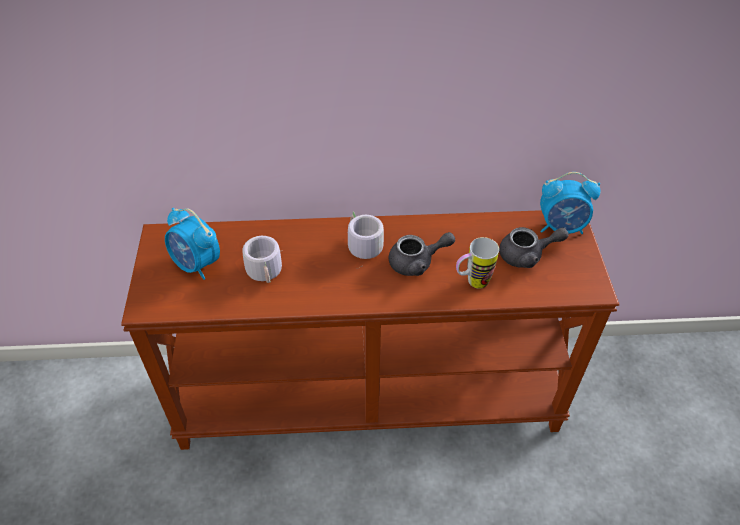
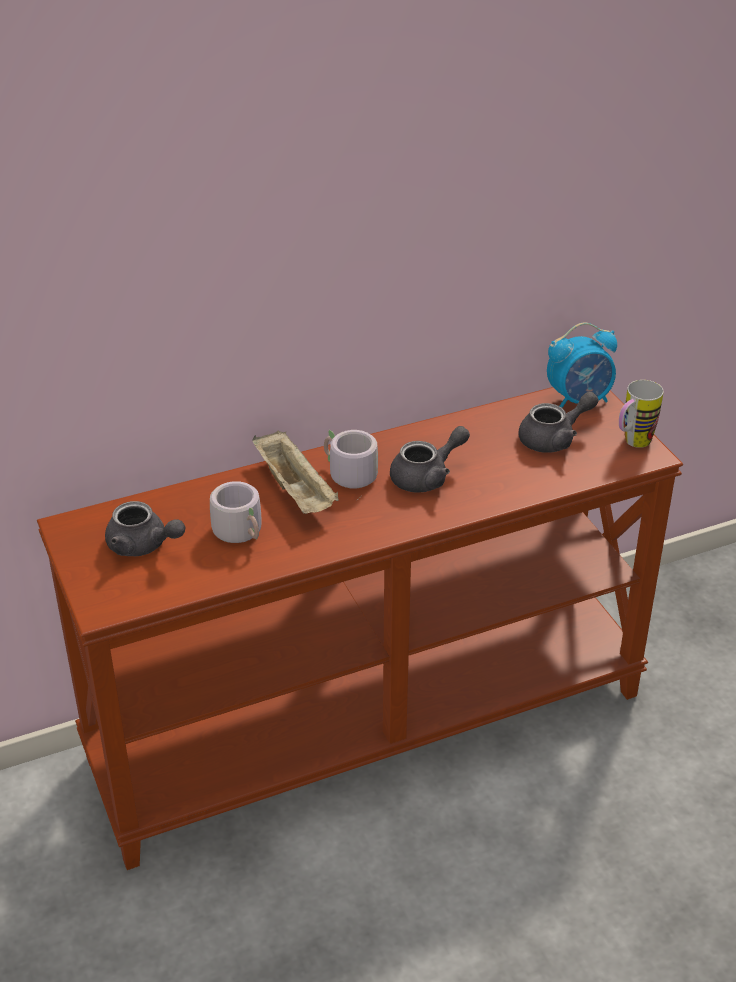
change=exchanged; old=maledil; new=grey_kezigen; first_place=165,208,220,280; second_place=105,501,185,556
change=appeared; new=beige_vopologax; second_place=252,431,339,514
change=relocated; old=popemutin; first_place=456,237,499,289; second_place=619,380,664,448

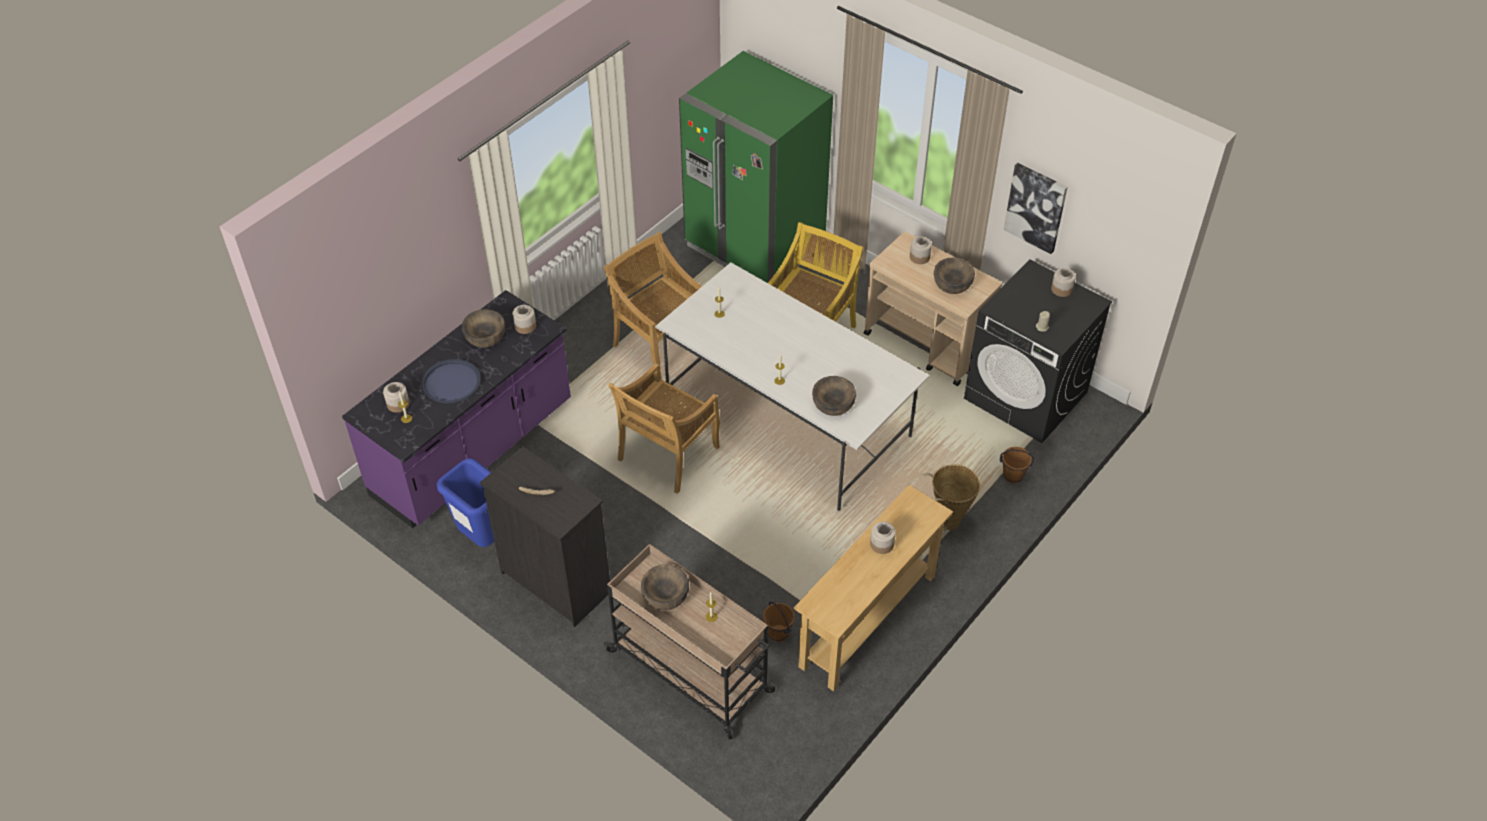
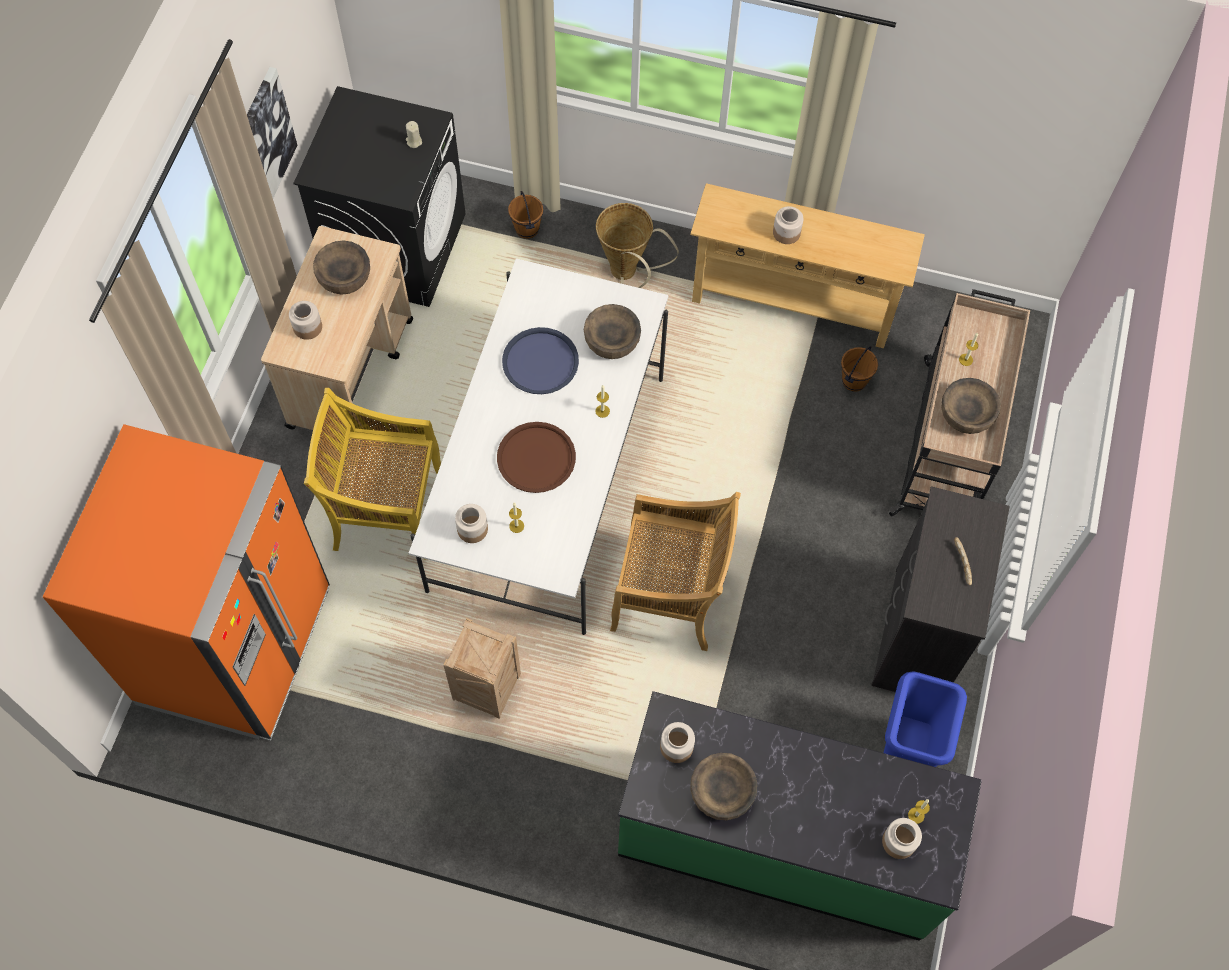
change=colour; old=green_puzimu; new=orange_puzimu; first_place=679,51,833,283; second_place=43,424,330,741
change=exchanged; old=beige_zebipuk; new=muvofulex; first_place=604,232,702,373; second_place=444,618,521,719
change=relocated; old=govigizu; first_place=1051,268,1076,297; second_place=455,504,488,543
change=appeared; new=brown_vopologax; second_place=497,422,576,493
change=relocated; old=blue_vopologax; first_place=422,359,481,404; second_place=502,327,579,394
change=colour; old=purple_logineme; new=green_logineme; first_place=342,290,571,528; second_place=618,691,982,941

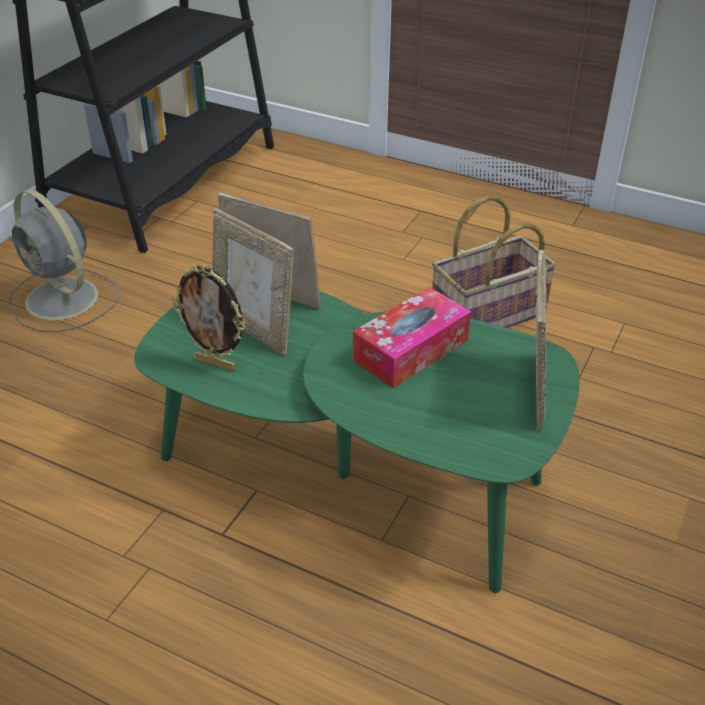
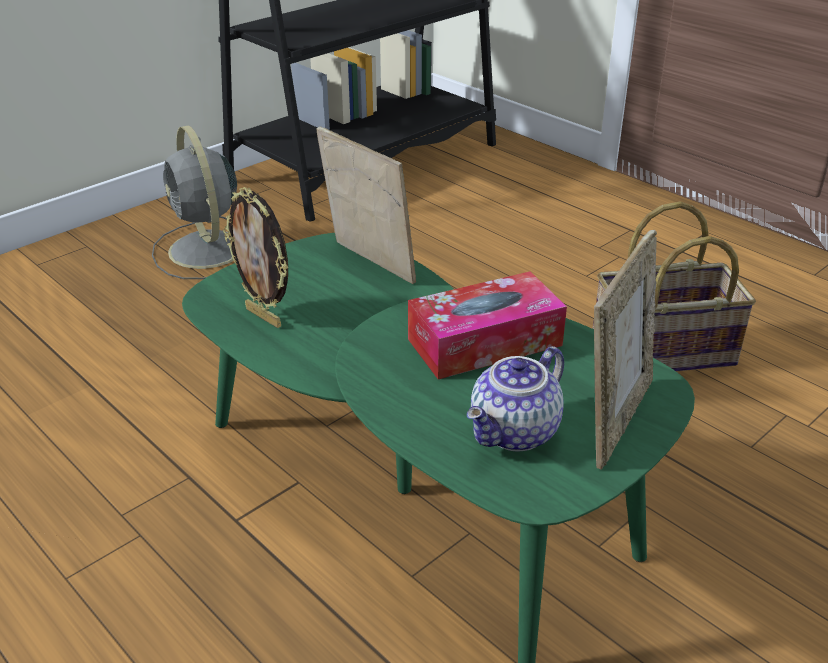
change=appeared; new=kezigen; second_place=467,346,564,452
change=missing; old=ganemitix; first_place=212,208,294,355

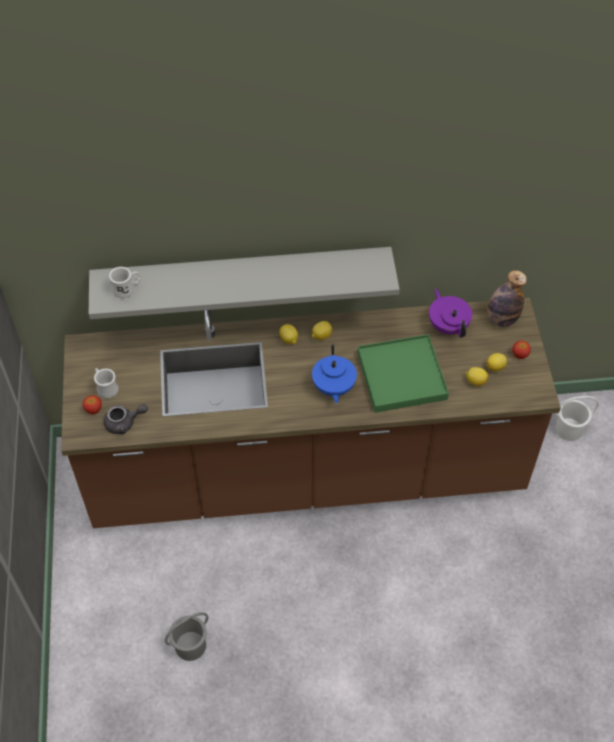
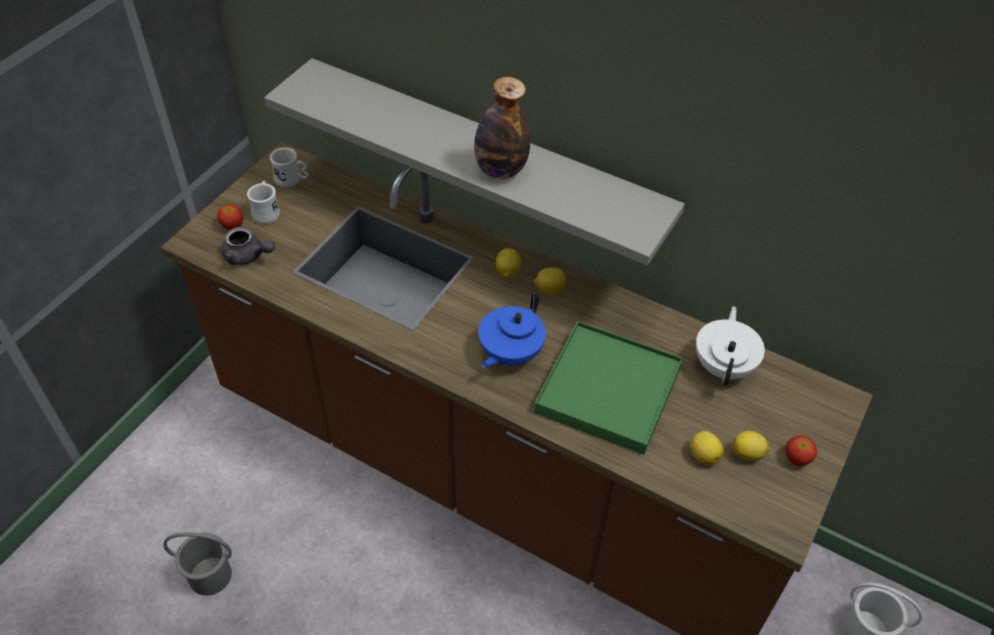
change=relocated; old=white_popemutin; first_place=109,267,141,298; second_place=270,147,309,187
change=relocated; old=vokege; first_place=487,270,527,327; second_place=474,77,530,179
change=colour; old=purple_kezigen; new=white_kezigen; first_place=429,289,472,338; second_place=696,306,765,386

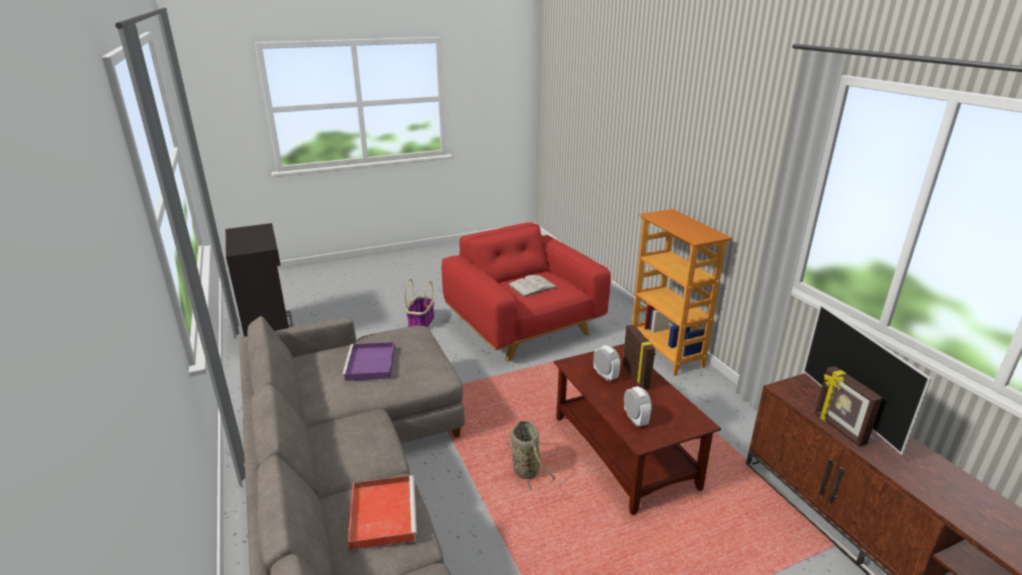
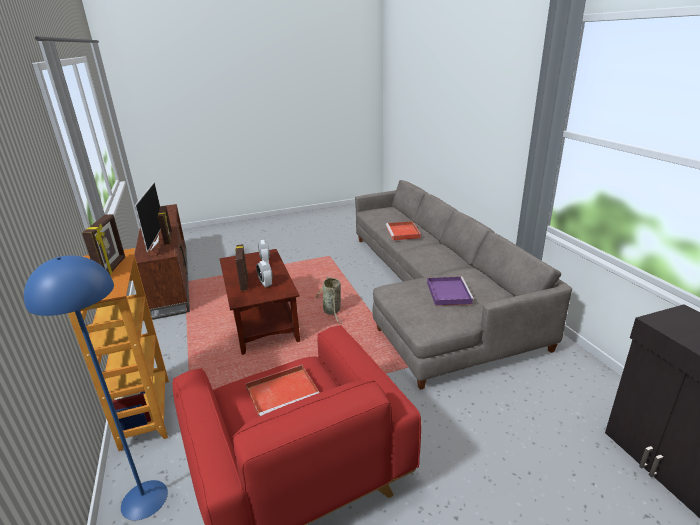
change=appeared; new=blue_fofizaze; second_place=24,255,168,521
change=appeared; new=ganemitix; second_place=82,214,125,275
change=exchanged; old=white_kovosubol; new=red_vopologax; first_place=508,275,558,297; second_place=246,365,320,417
change=missing; old=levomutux; first_place=405,279,434,327

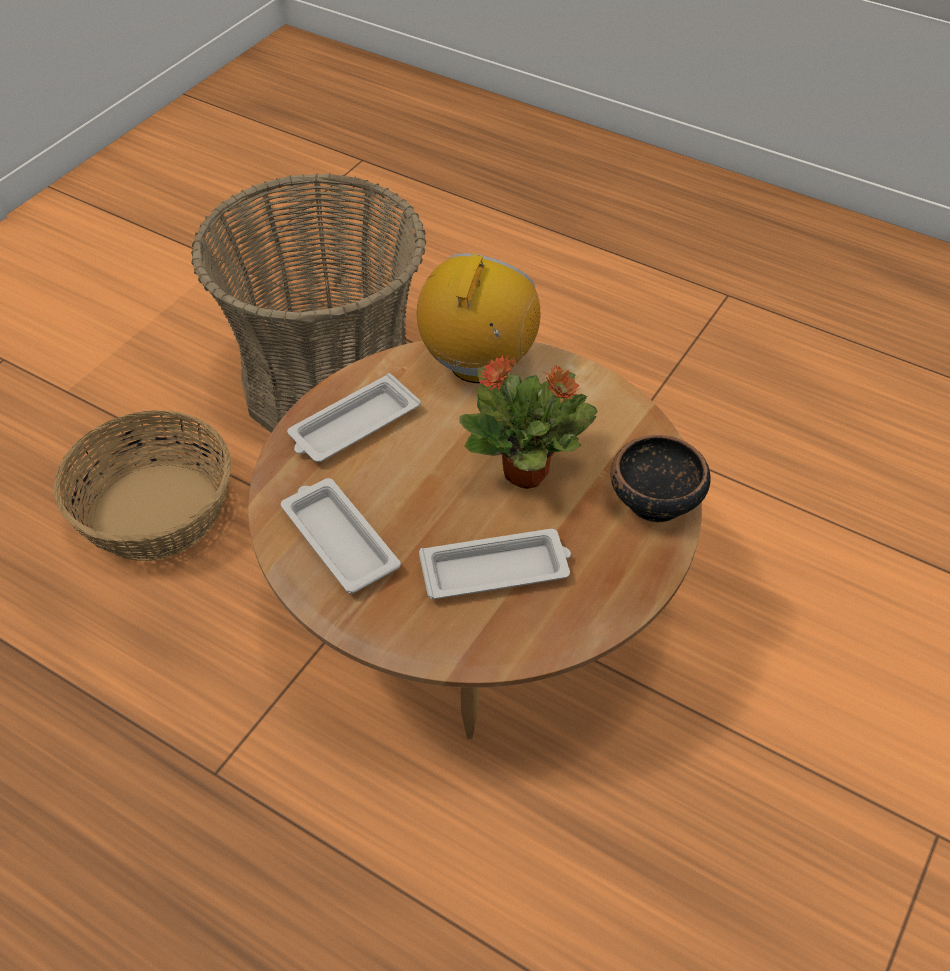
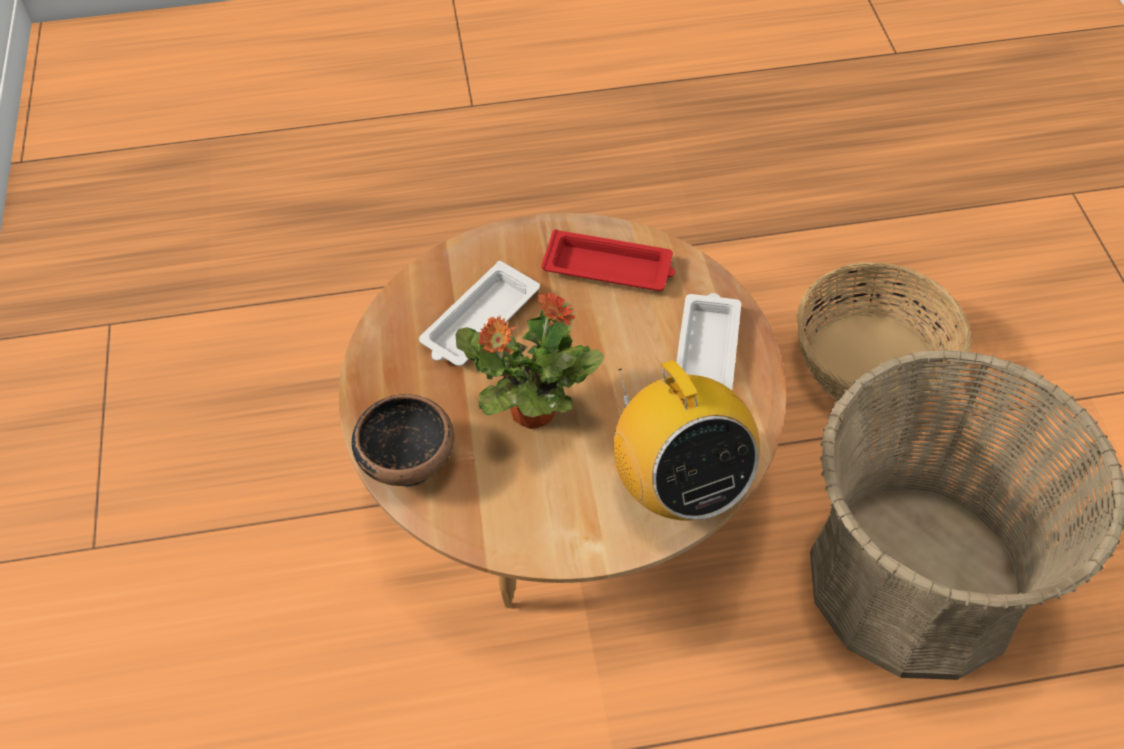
change=colour; old=white_vopologax; new=red_vopologax; first_place=281,478,401,594; second_place=541,229,675,291

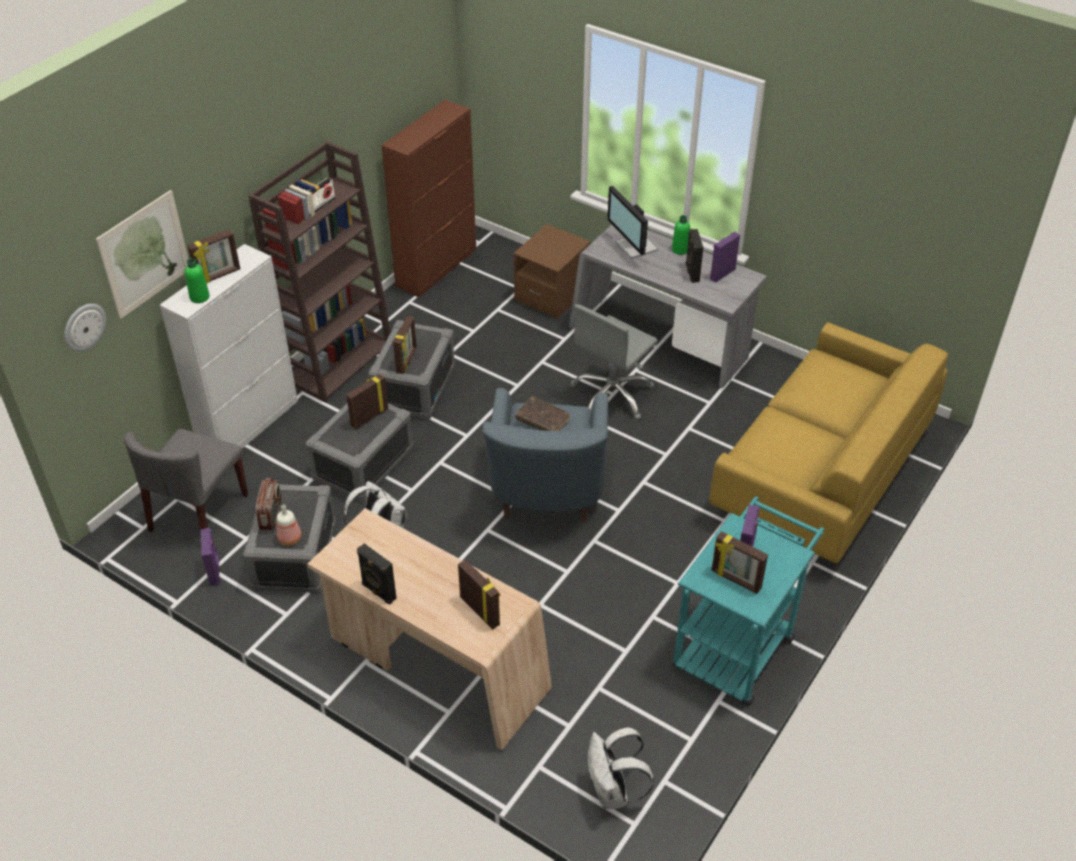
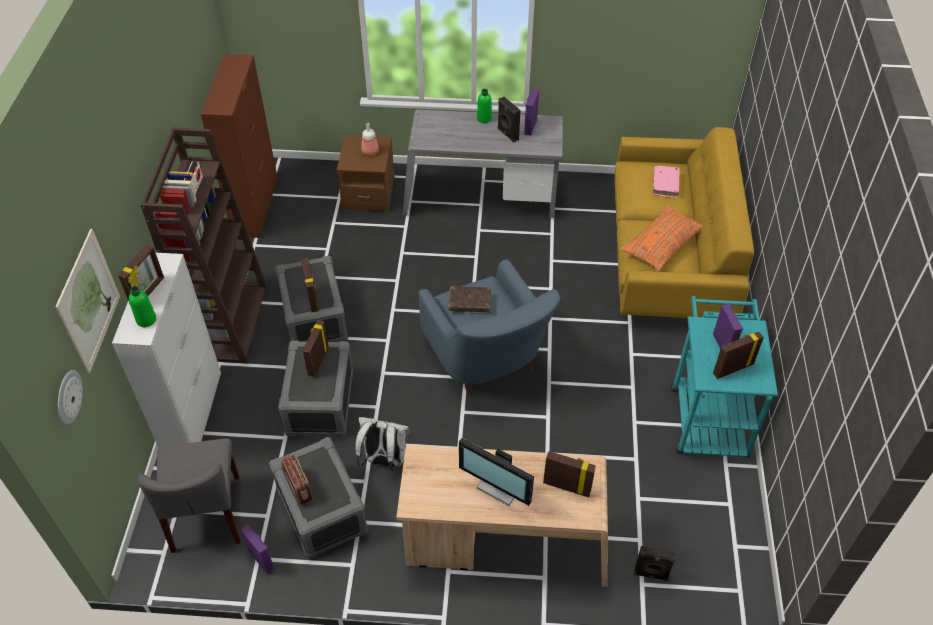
change=relocated; old=vokege; first_place=277,504,301,546; second_place=361,123,379,156
change=relocated; old=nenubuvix; first_place=607,186,658,259; second_place=459,438,534,506
change=appeared; new=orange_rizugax; second_place=620,205,702,271
change=relocated; old=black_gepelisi; first_place=357,543,396,604; second_place=634,546,676,581
change=appeared; new=pink_kovosubol; second_place=653,166,680,198
change=spun; old=ganemitix; first_place=711,531,768,594; second_place=713,332,764,379; degrees=150
change=missing; old=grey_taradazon; first_place=570,304,658,420
change=missing; old=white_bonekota; first_place=588,727,654,809

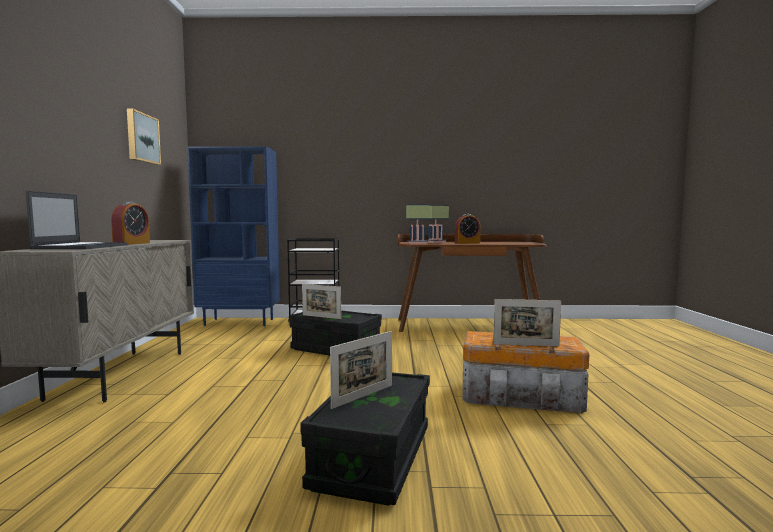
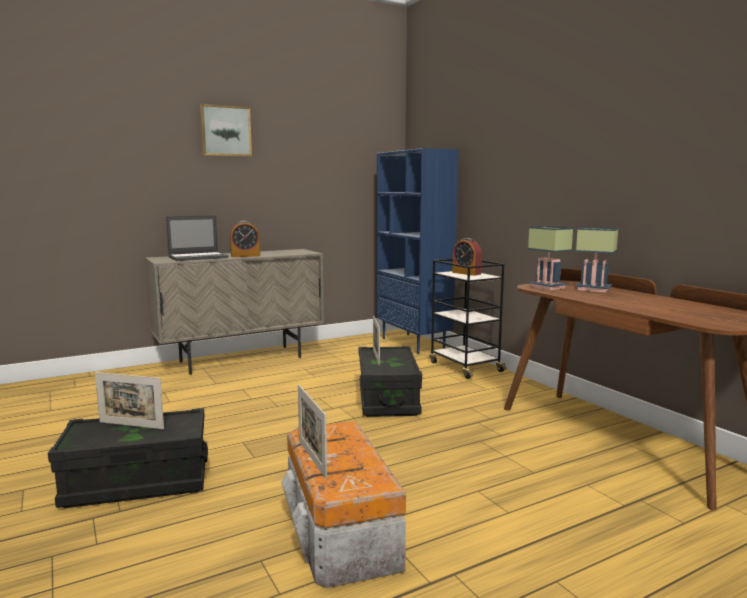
change=relocated; old=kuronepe; first_place=127,108,161,165; second_place=200,104,252,157
change=relocated; old=maledil; first_place=455,214,480,244; second_place=452,238,482,276

